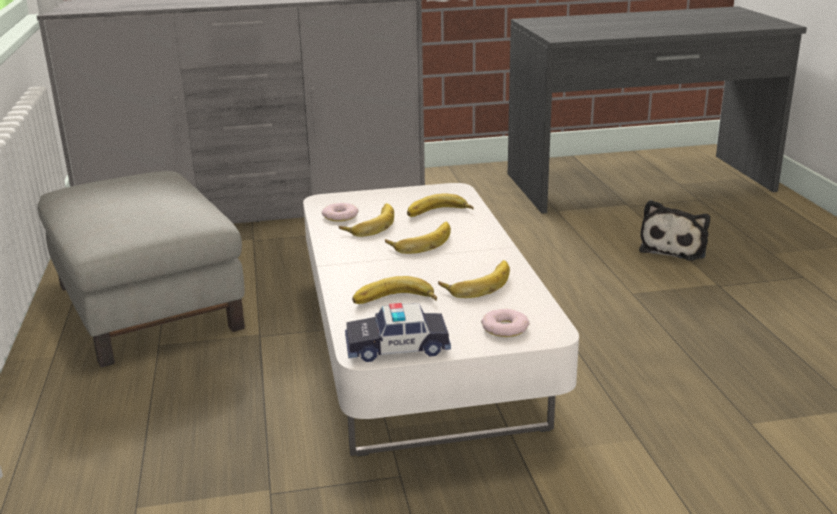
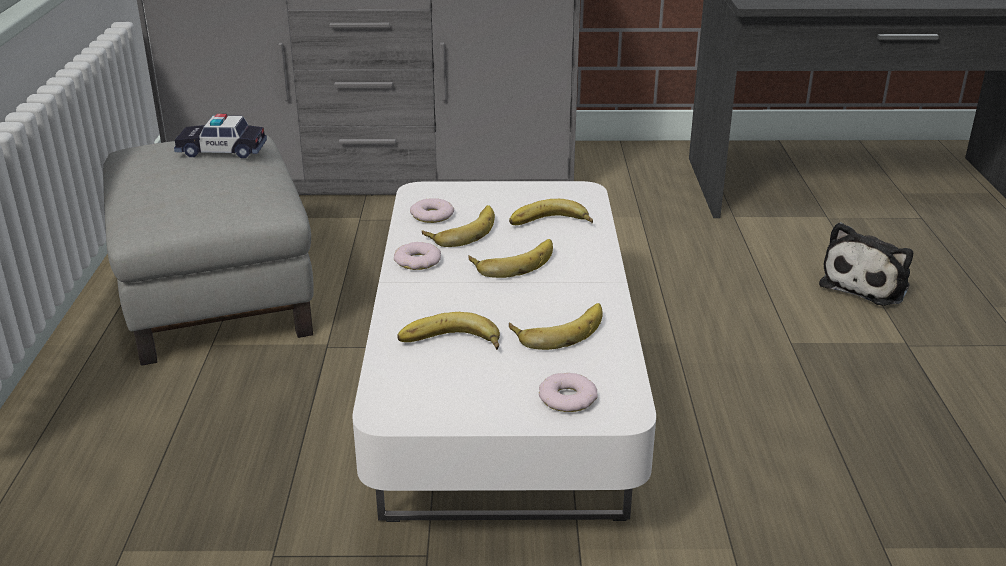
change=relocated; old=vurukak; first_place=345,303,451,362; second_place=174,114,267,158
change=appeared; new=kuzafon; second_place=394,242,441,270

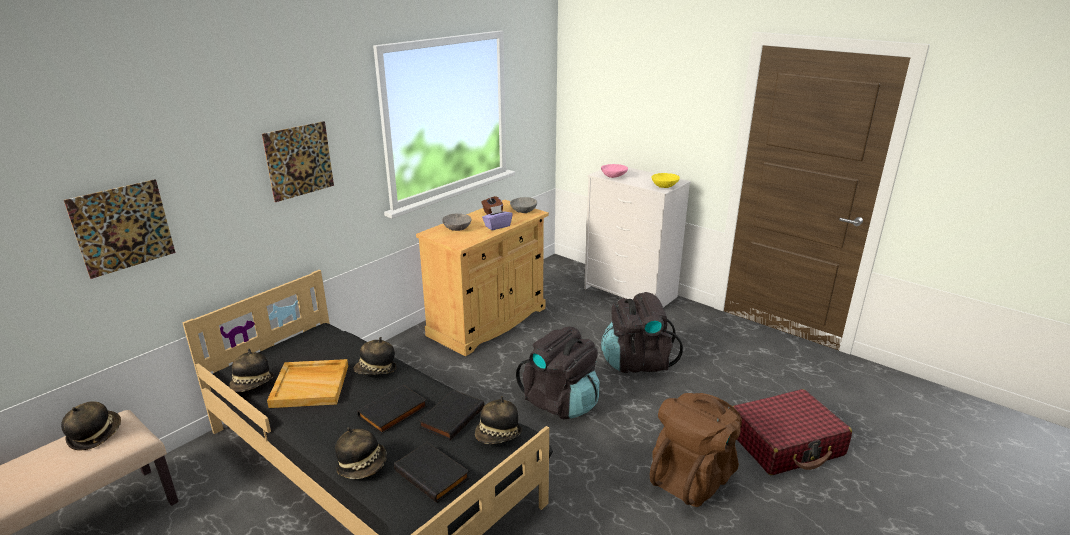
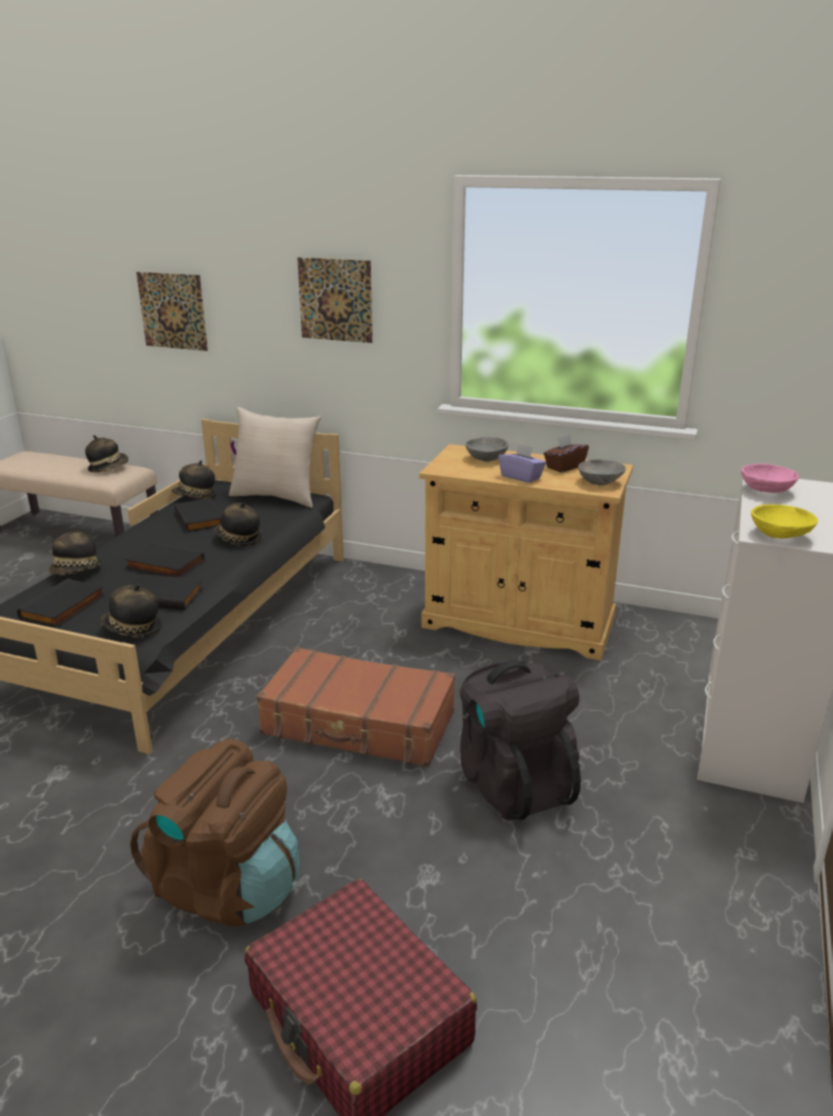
change=exchanged; old=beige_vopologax; new=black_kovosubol; first_place=267,359,348,408; second_place=175,498,222,532
change=appeared; new=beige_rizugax; second_place=229,407,321,508
change=exchanged; old=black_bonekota; new=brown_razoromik; first_place=516,327,600,419; second_place=256,647,455,767

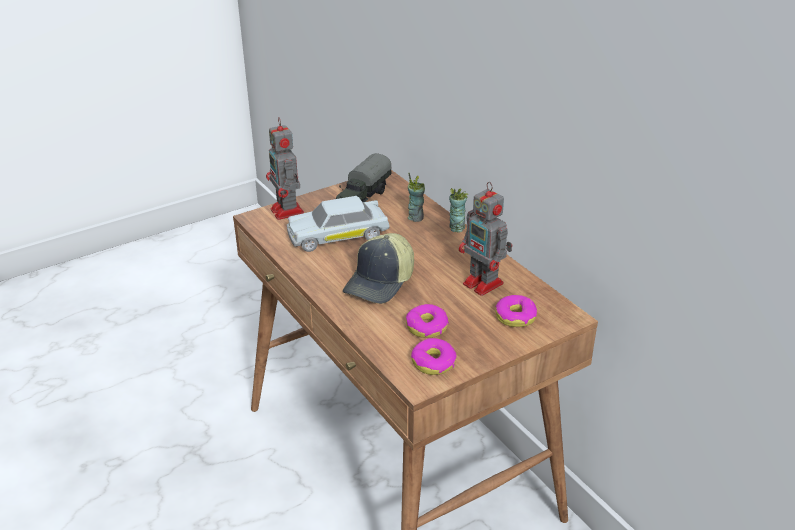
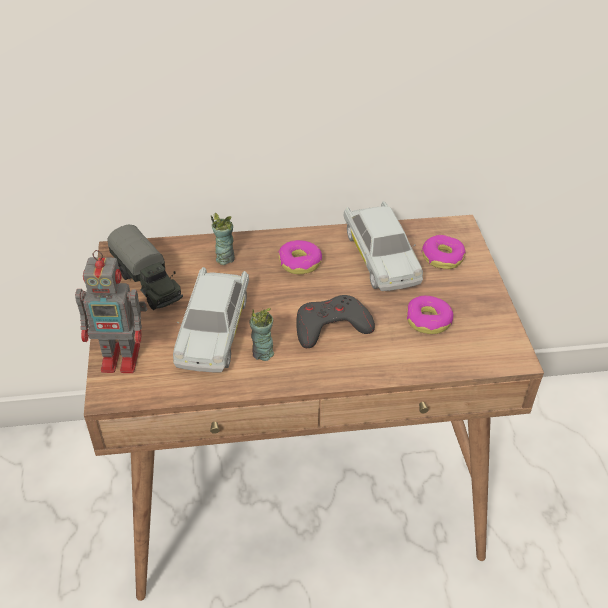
change=relocated; old=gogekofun; first_place=449,188,468,233; second_place=249,308,274,361
change=relocated; old=kuzafon; first_place=411,338,457,375; second_place=278,240,322,274
change=exchanged; old=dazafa; new=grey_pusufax; first_place=343,233,414,304; second_place=296,295,375,348
change=exchanged; old=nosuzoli; new=white_vurukak; first_place=459,182,512,296; second_place=344,201,423,291

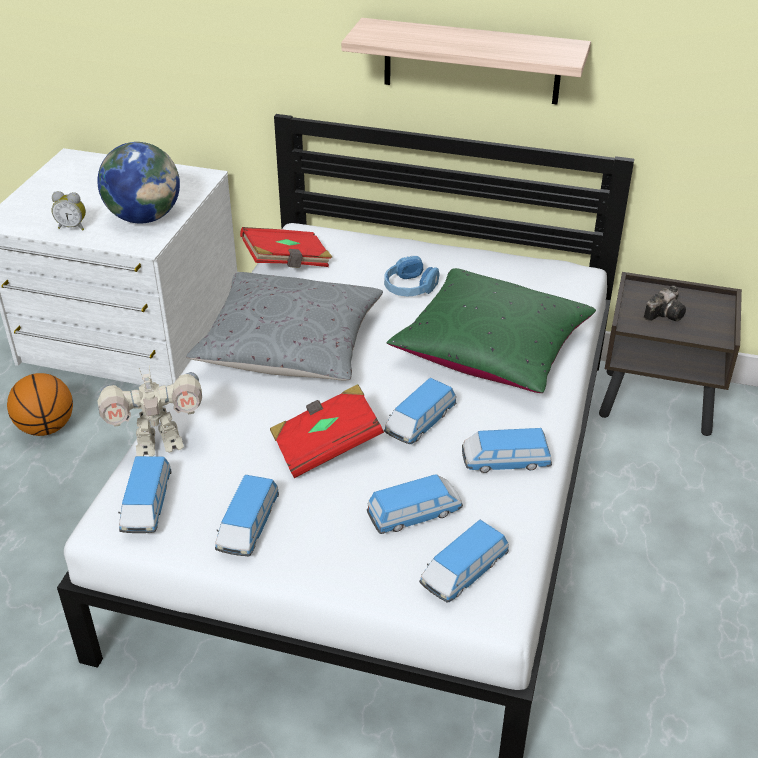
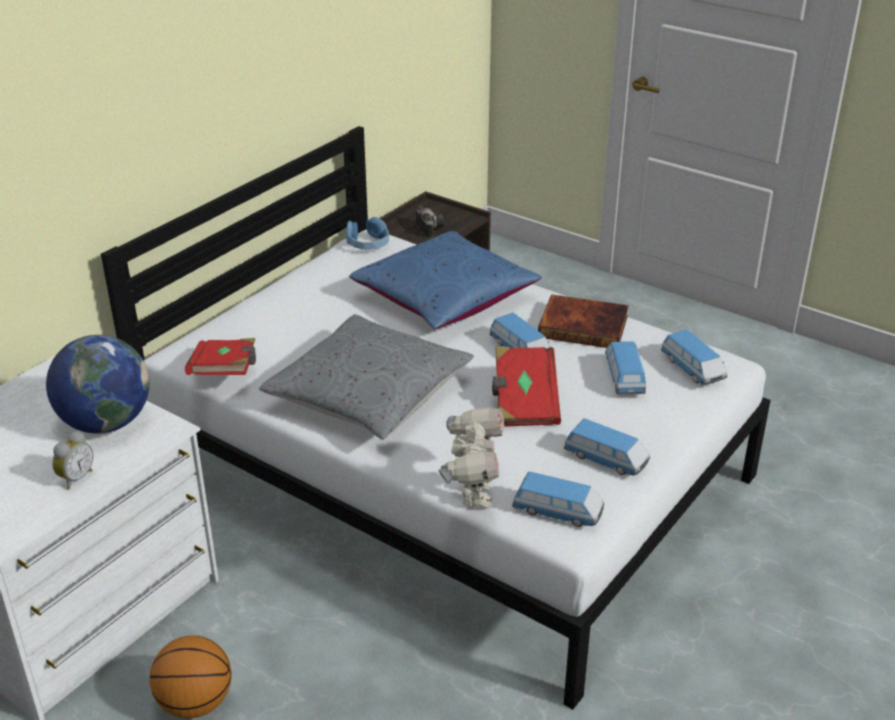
change=relocated; old=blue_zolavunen; first_place=384,256,440,296; second_place=346,217,389,250
change=colour; old=green_rizugax; new=blue_rizugax; first_place=387,268,596,393; second_place=349,231,542,329
change=exchanged; old=vurukak; new=kovosubol; first_place=462,428,552,473; second_place=538,294,629,348
change=missing; old=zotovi; first_place=341,18,591,104

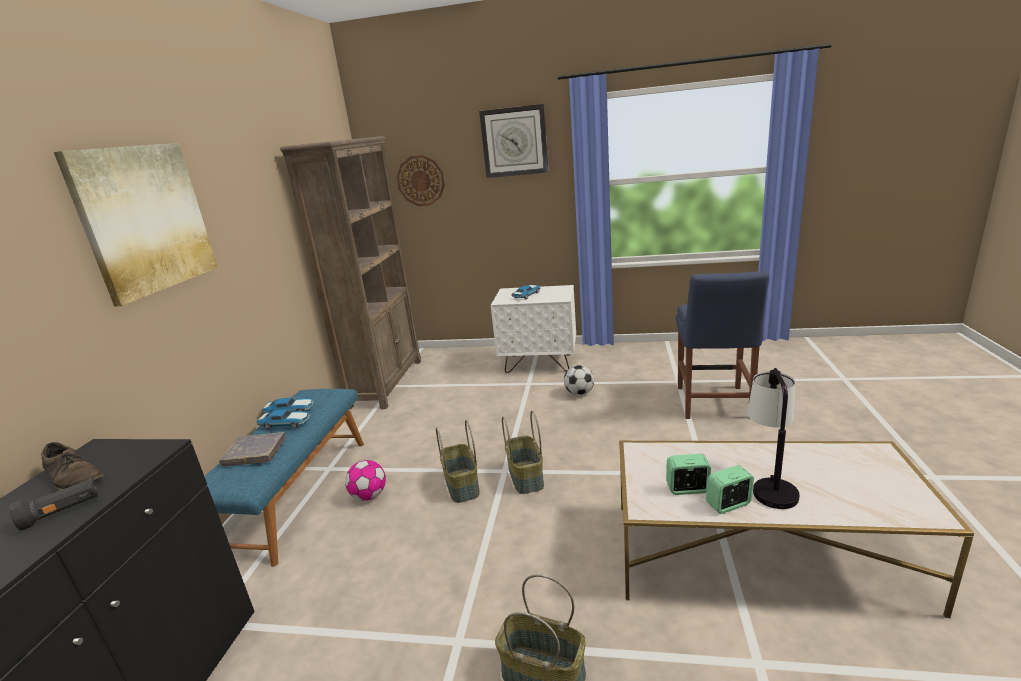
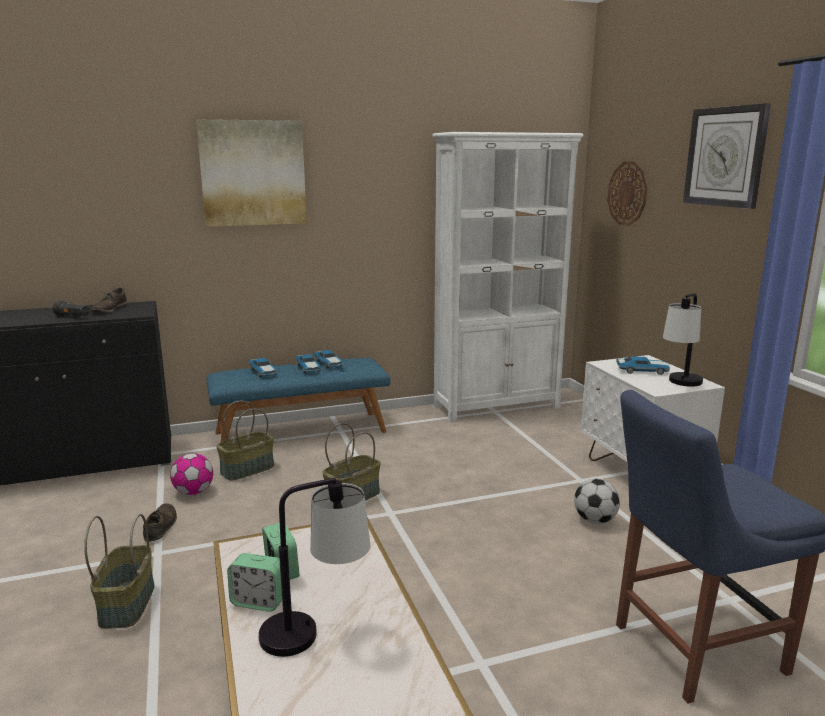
change=appeared; new=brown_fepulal; second_place=143,503,177,542
change=relocated; old=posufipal; first_place=345,460,386,501; second_place=170,453,213,495
change=relocated; old=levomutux; first_place=502,411,544,494; second_place=216,400,274,481
change=spun; old=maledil; first_place=706,465,754,514; second_place=227,553,282,612; degrees=150
change=exchanged; old=grey_kovosubol; new=vurukak; first_place=219,432,286,467; second_place=249,358,278,377
change=colour; old=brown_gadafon; new=white_gadafon; first_place=280,136,421,409; second_place=432,132,584,422
change=appeared; new=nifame; second_place=663,293,703,387

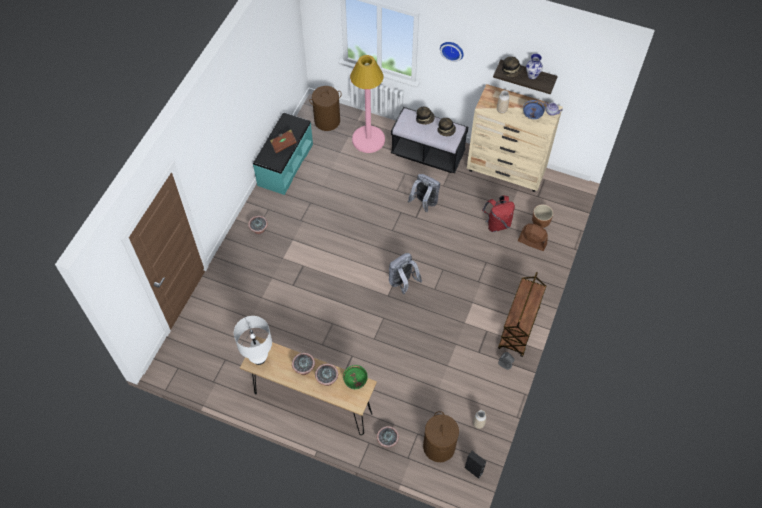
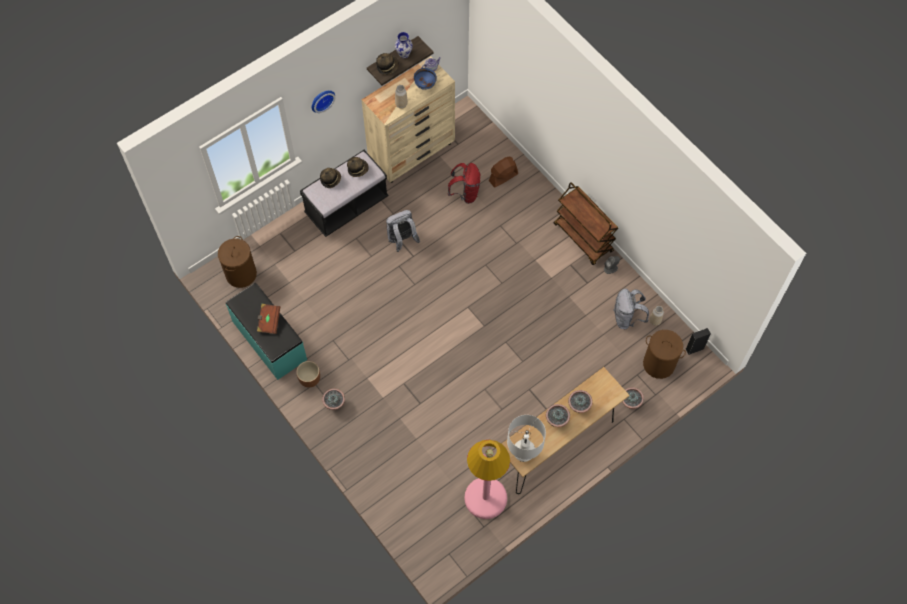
change=relocated; old=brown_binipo; first_place=532,204,553,228; second_place=296,361,320,387
change=relocated; old=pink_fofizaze; first_place=350,55,385,153; second_place=464,440,510,519
change=relocated; old=grey_bonekota; first_place=389,253,422,294; second_place=613,289,649,329
change=missing; old=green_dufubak; first_place=343,365,368,389

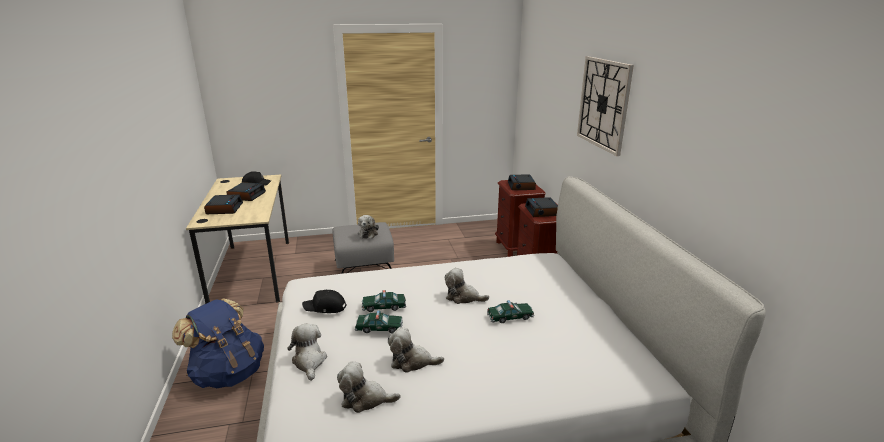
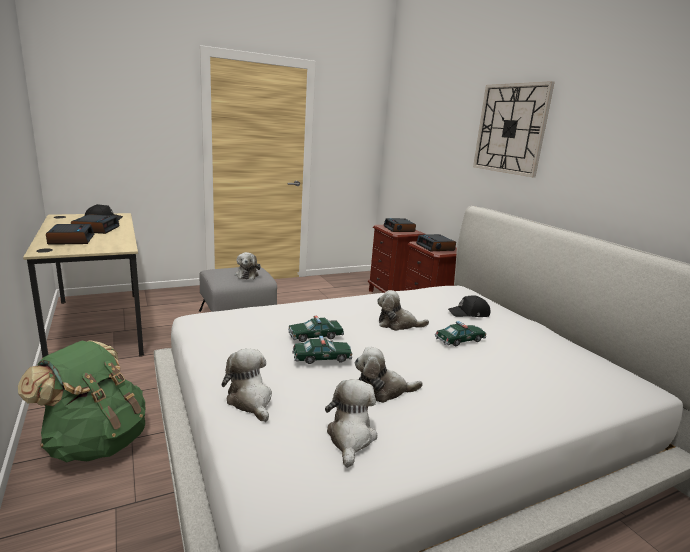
change=colour; old=blue_bonekota; new=green_bonekota; first_place=172,298,264,388; second_place=18,340,146,462
change=spun; old=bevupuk; first_place=337,362,401,413; second_place=325,379,377,468; degrees=105
change=relocated; old=black_dazafa; first_place=302,290,347,313; second_place=448,296,490,317

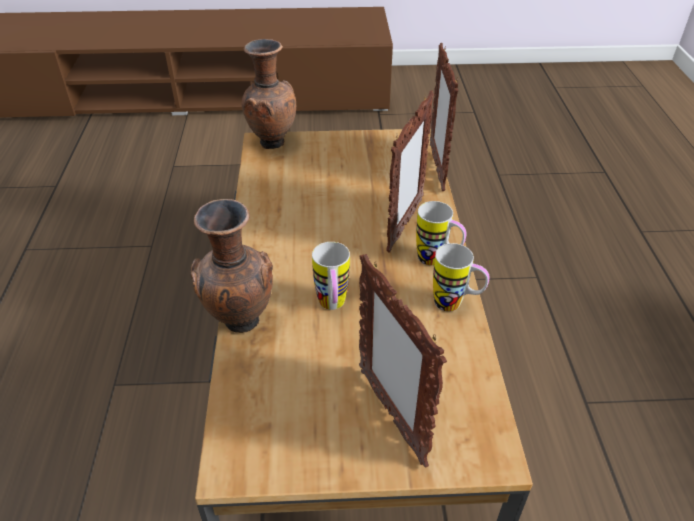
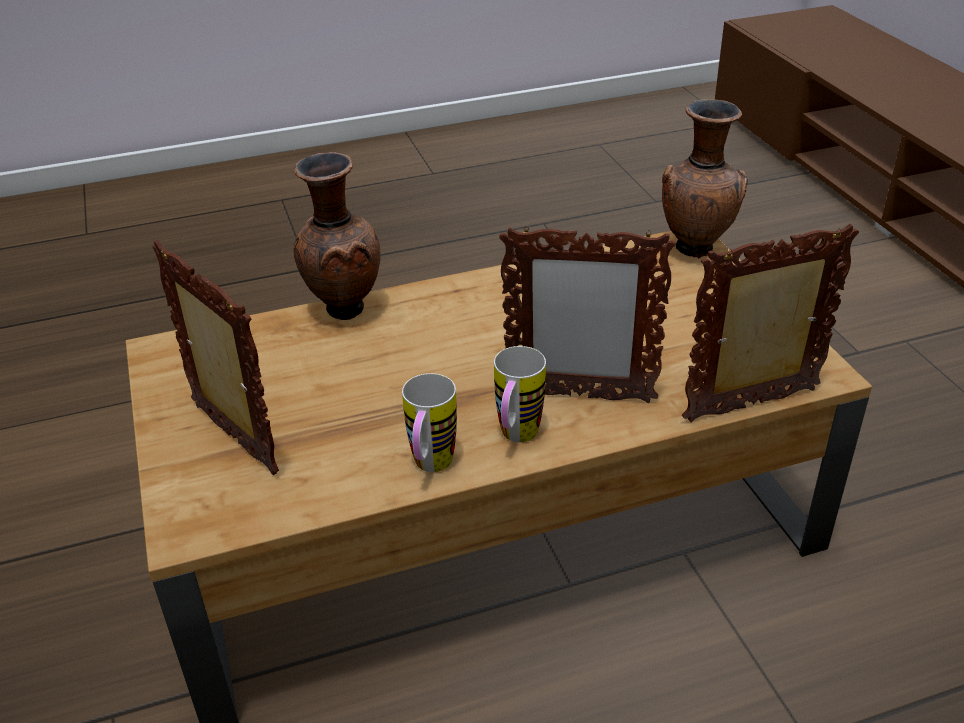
change=spun; old=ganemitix; first_place=359,254,447,468; second_place=152,240,279,475; degrees=90
change=missing; old=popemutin; first_place=312,242,350,310

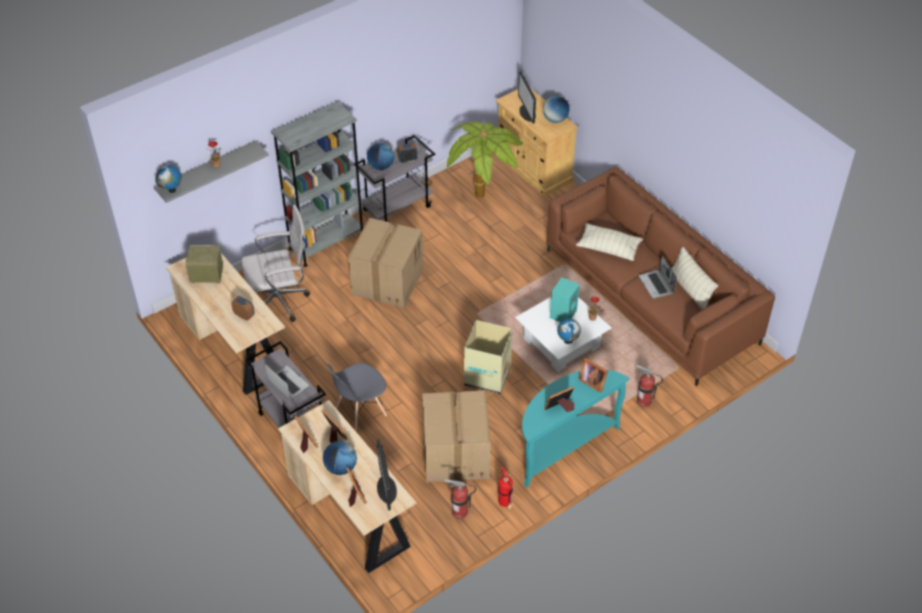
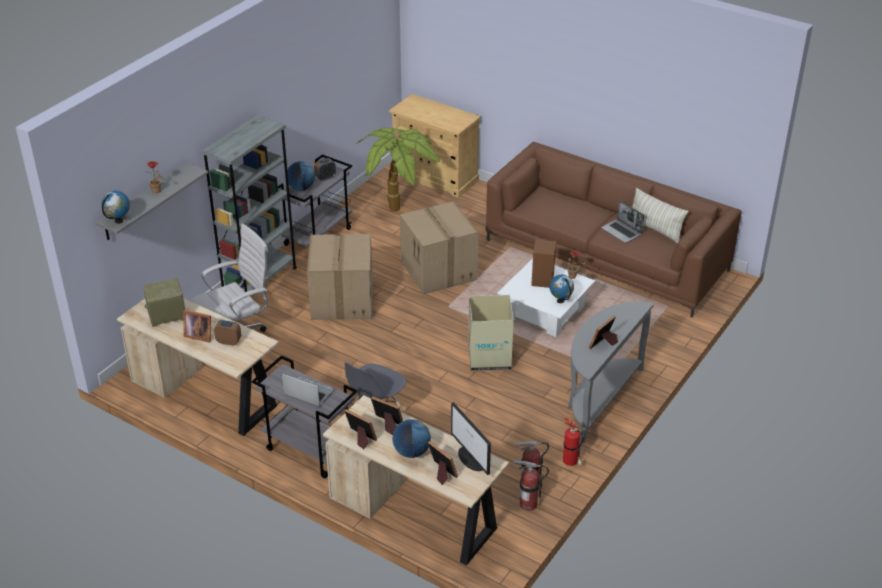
change=relocated; old=ganemitix; first_place=579,358,608,393; second_place=183,310,211,343
change=relocated; old=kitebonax; first_place=422,390,491,482; second_place=400,201,479,295
change=relocated; old=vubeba; first_place=635,365,663,407; second_place=513,460,549,511
change=colour; old=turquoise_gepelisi; new=brown_gepelisi; first_place=550,277,579,322; second_place=531,239,556,288
change=colour; old=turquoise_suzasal; new=grey_suzasal; first_place=522,370,630,488; second_place=568,301,654,443
change=missing; old=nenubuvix; first_place=518,71,536,124
change=missing; old=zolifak; first_place=542,96,570,123
change=missing; old=rizugax; first_place=576,223,643,261

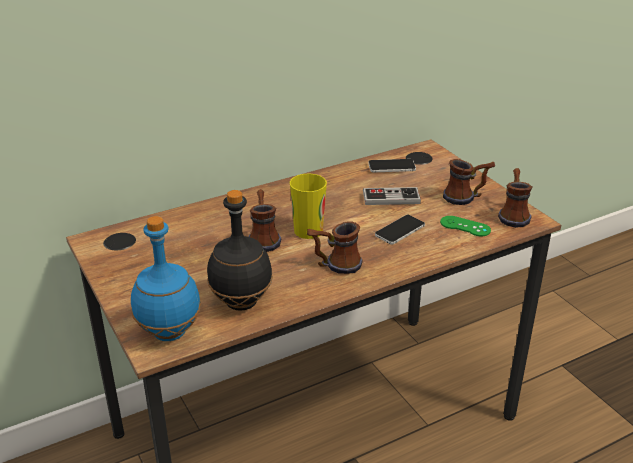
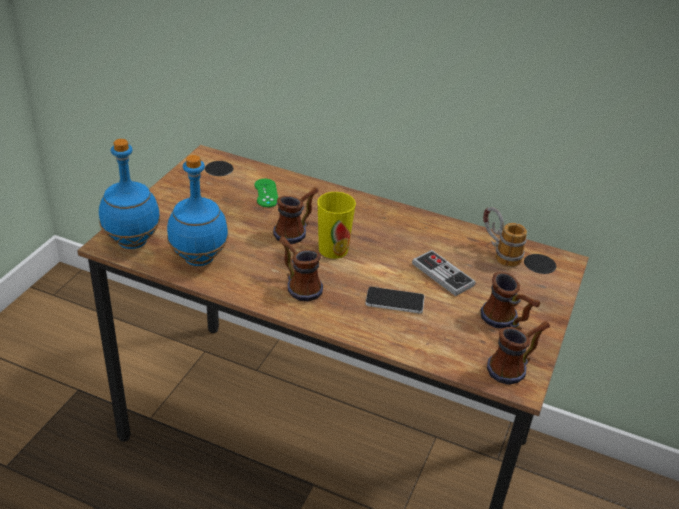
change=colour; old=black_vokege; new=blue_vokege; first_place=207,190,273,311; second_place=167,155,229,266
change=relocated; old=green_pusufax; first_place=440,216,491,236; second_place=254,179,278,207
change=exchanged; old=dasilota; new=popemutin; first_place=368,159,416,173; second_place=483,207,527,267

